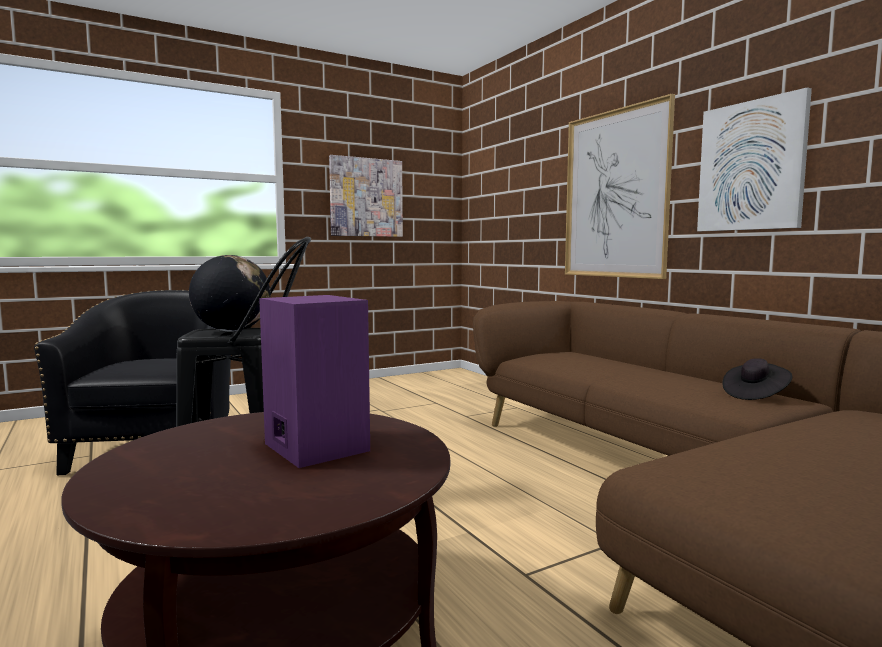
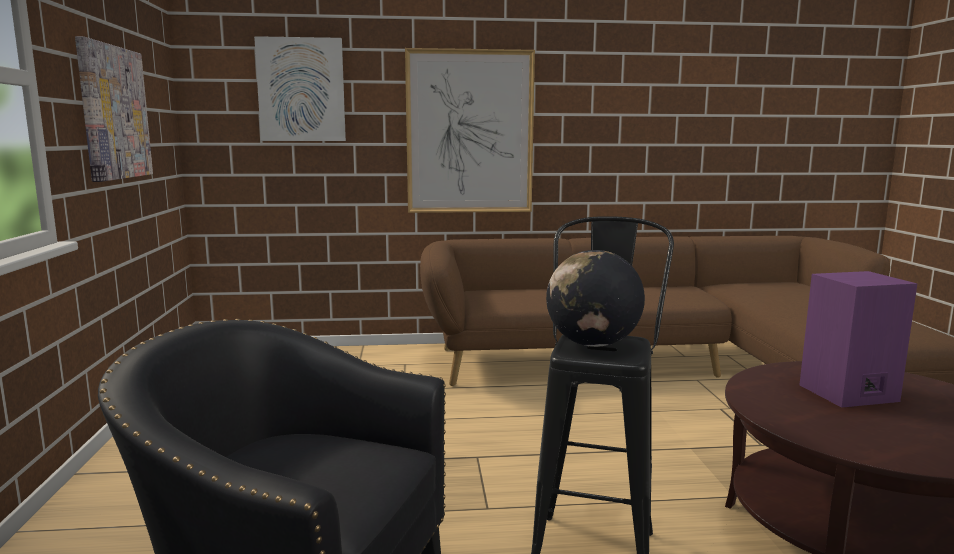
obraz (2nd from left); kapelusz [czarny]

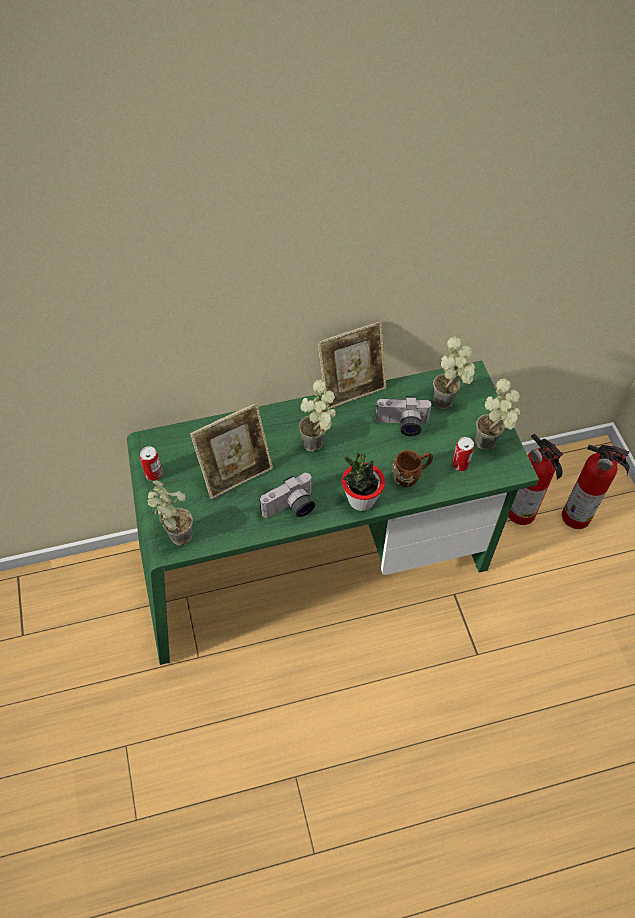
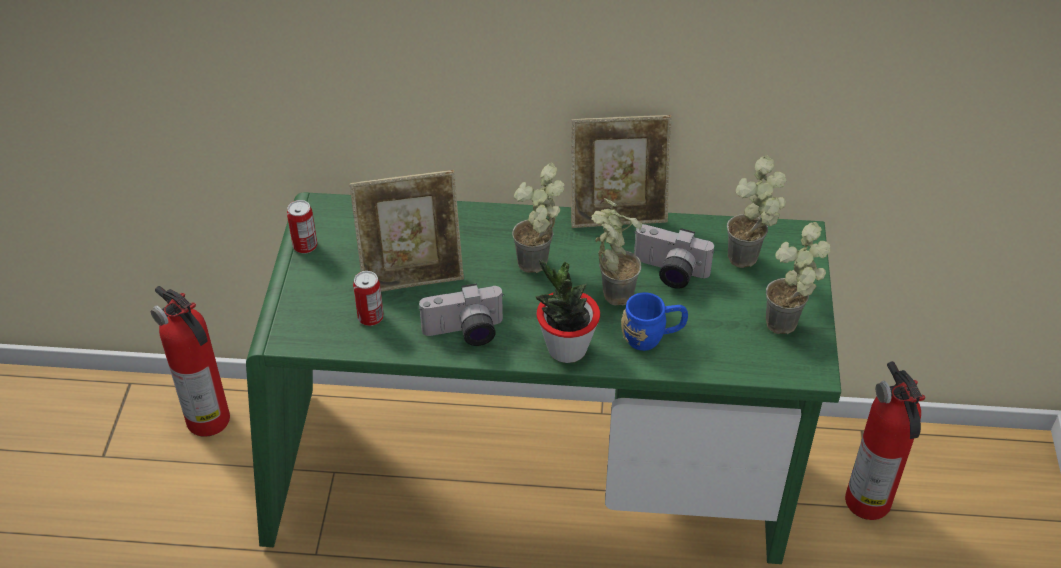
gaśnica (1st from left); puszka (2nd from left); roślina doniczkowa (3rd from left); kubek [niebieski]

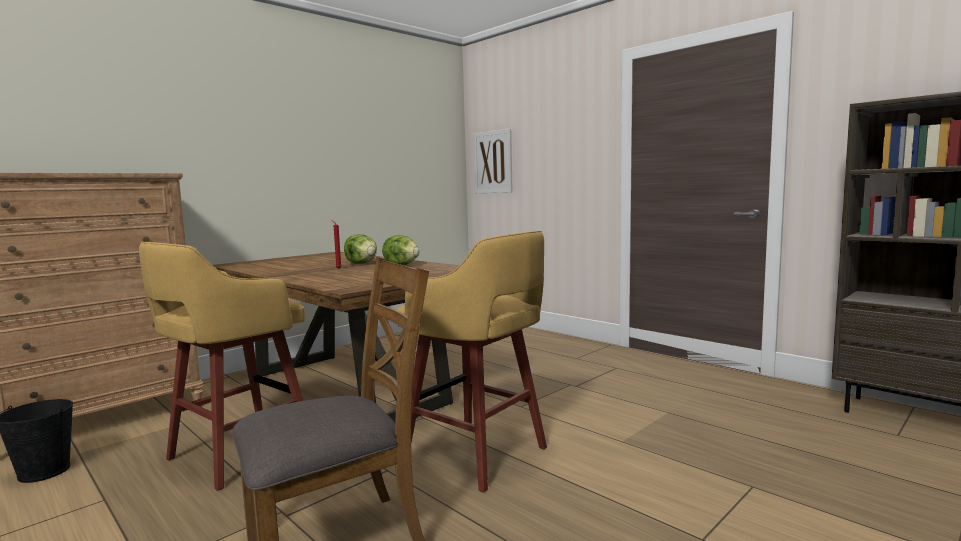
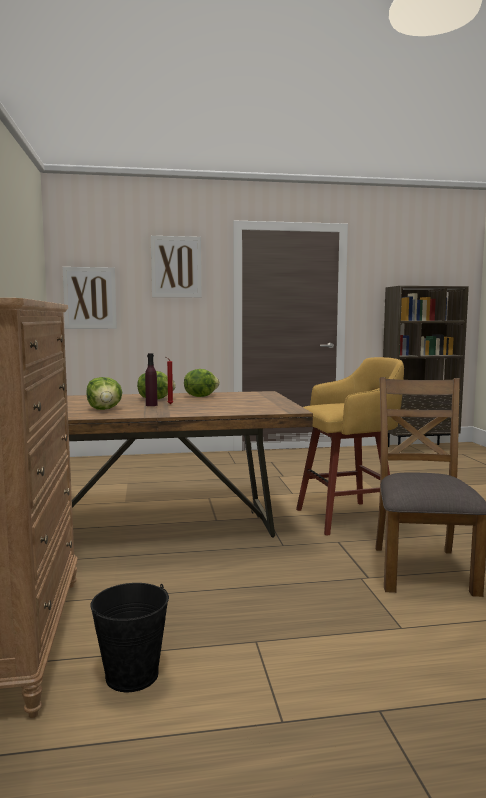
sałata (1st from left); butelka [fioletowy]; obraz (2nd from left); stołek [żółty] (1st from left in the first image)

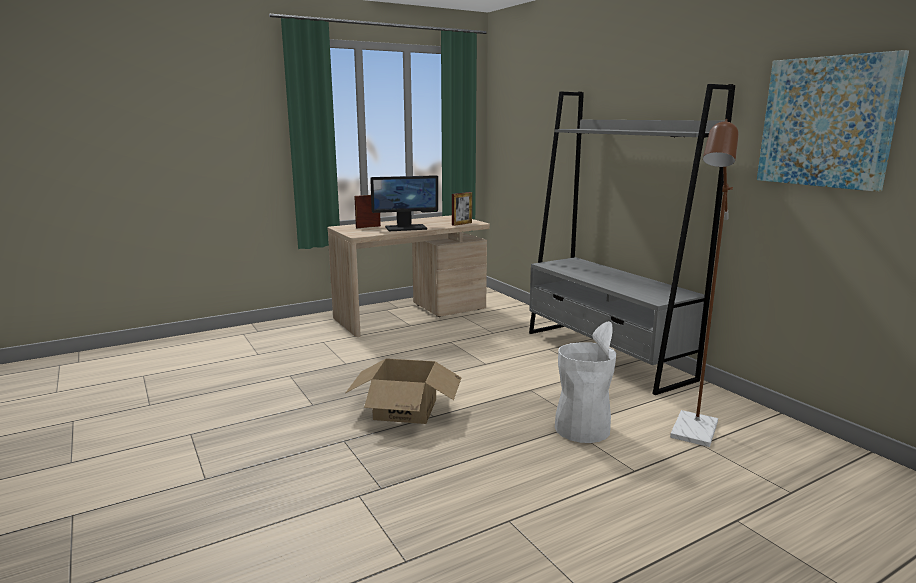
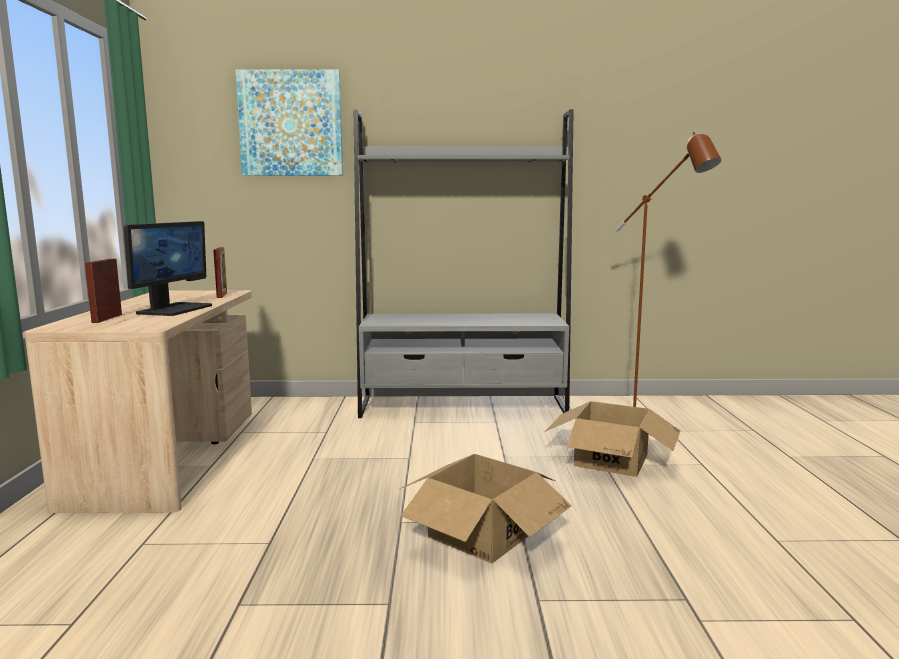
obraz; karton (2nd from left)

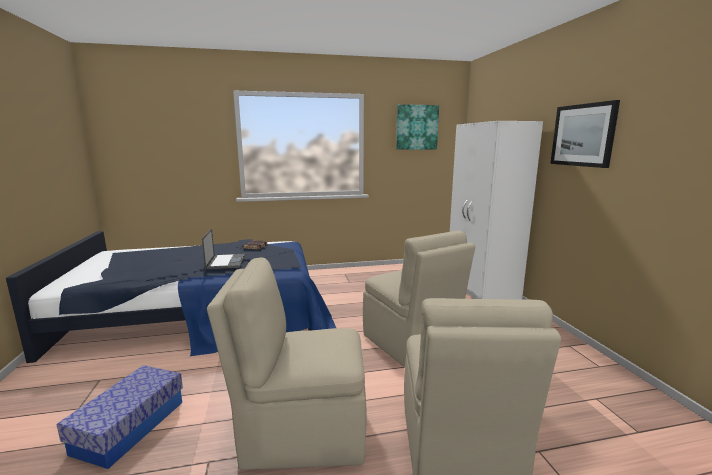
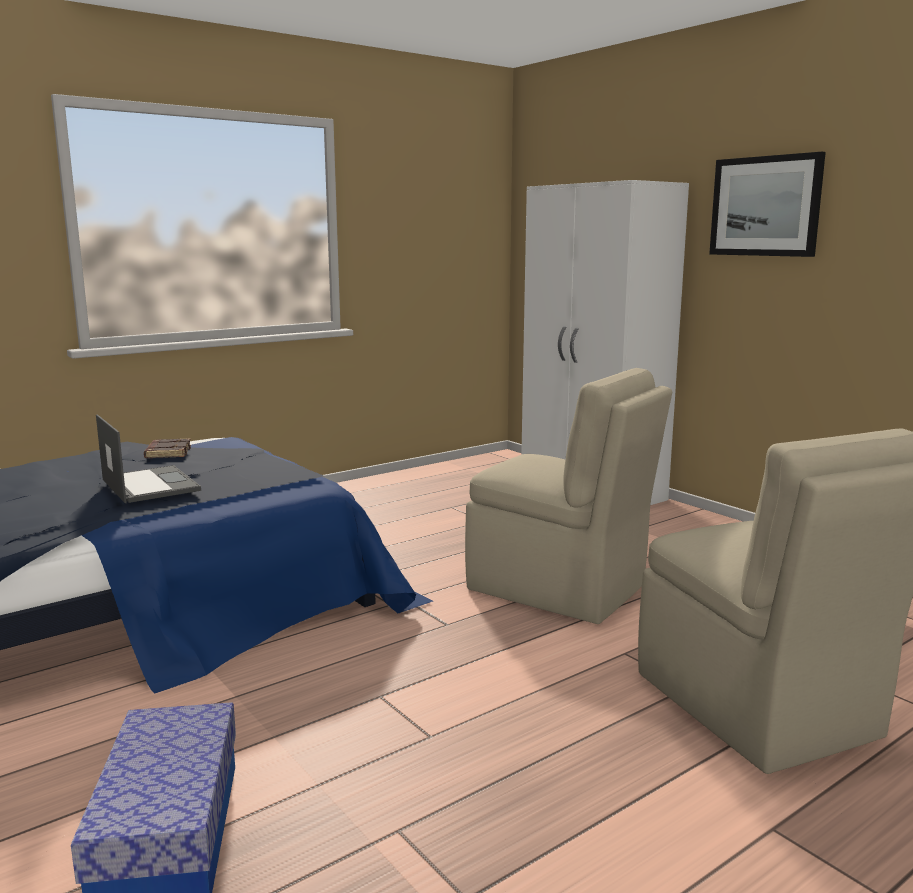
krzesło [beżowy] (1st from left in the first image); obraz (1st from left in the first image)

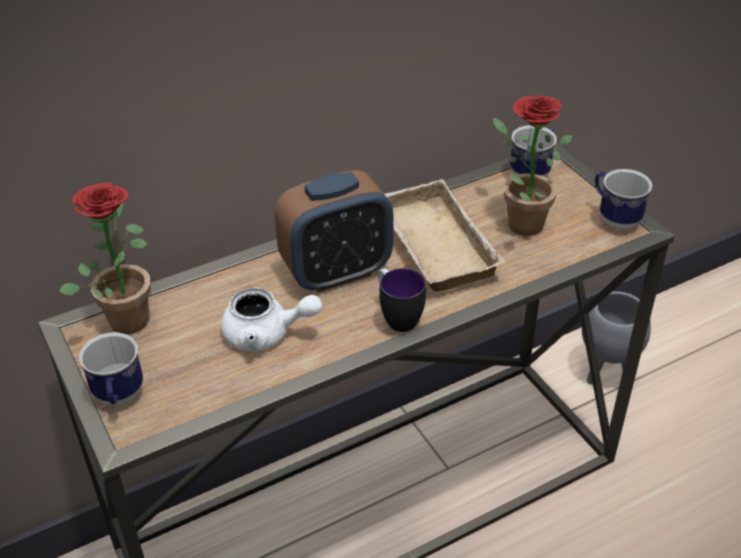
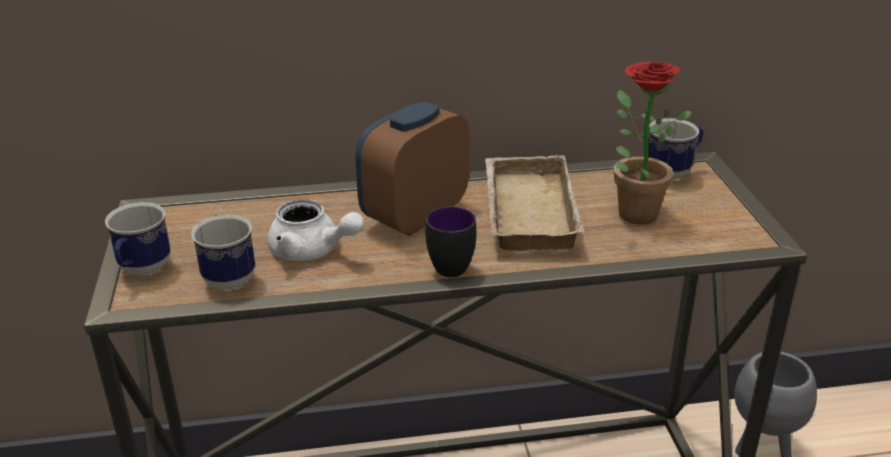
kubek (2nd from left); budzik; roślina doniczkowa (1st from left in the first image)

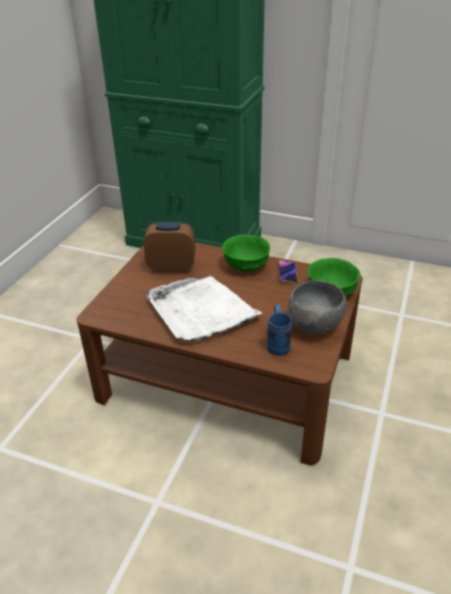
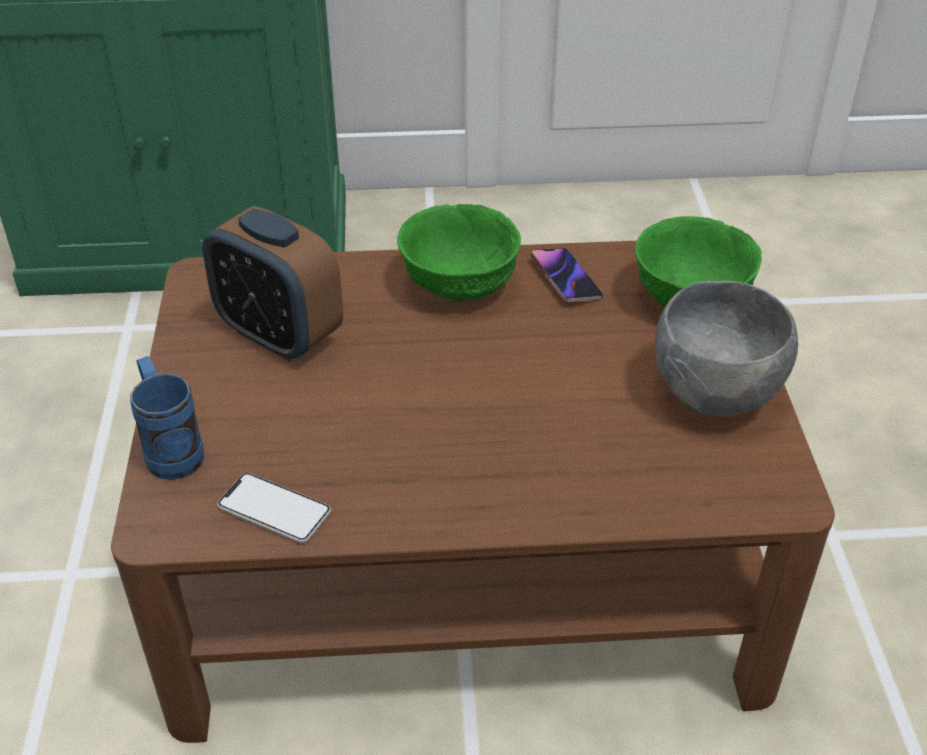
kubek [niebieski]; budzik; telefon (1st from left); taca [biały]

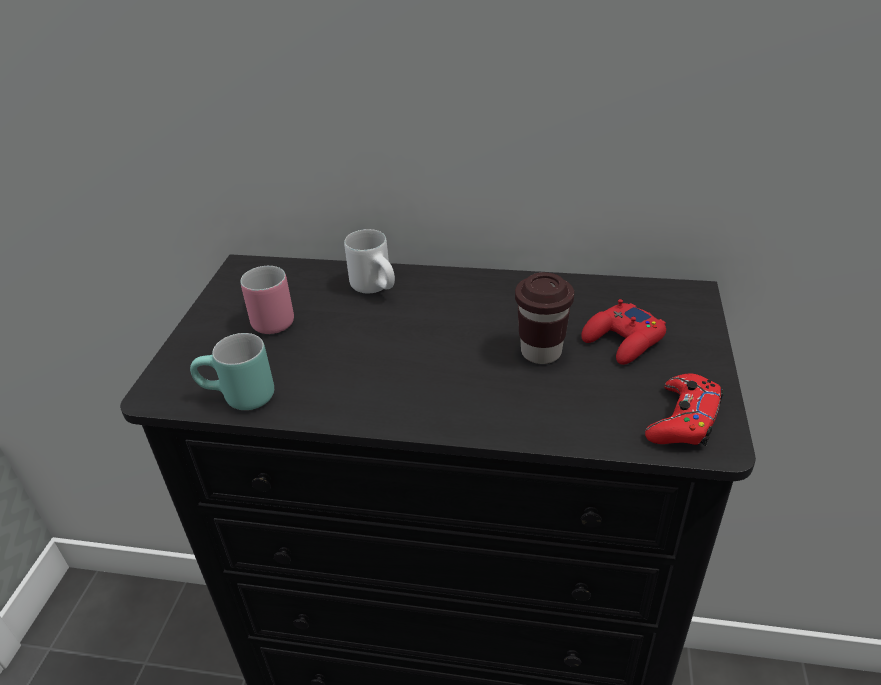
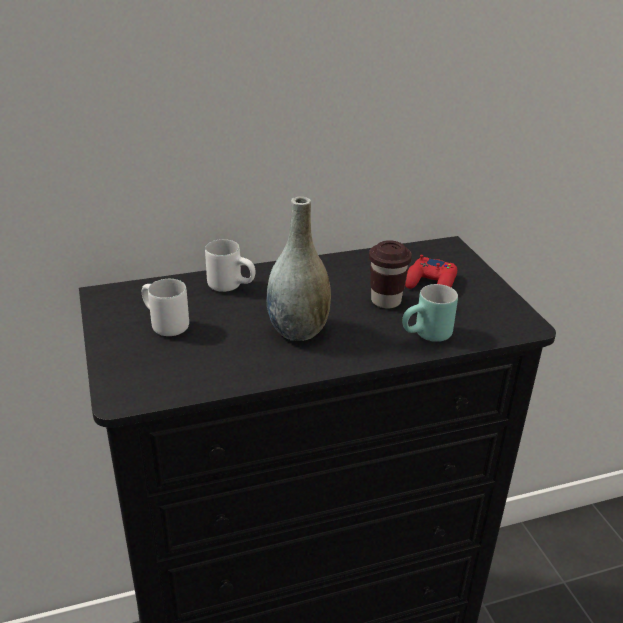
kubek [biały] (1st from left); wazon [szary]; kubek [turkusowy]; pad do gier [czerwony] (2nd from left in the first image)

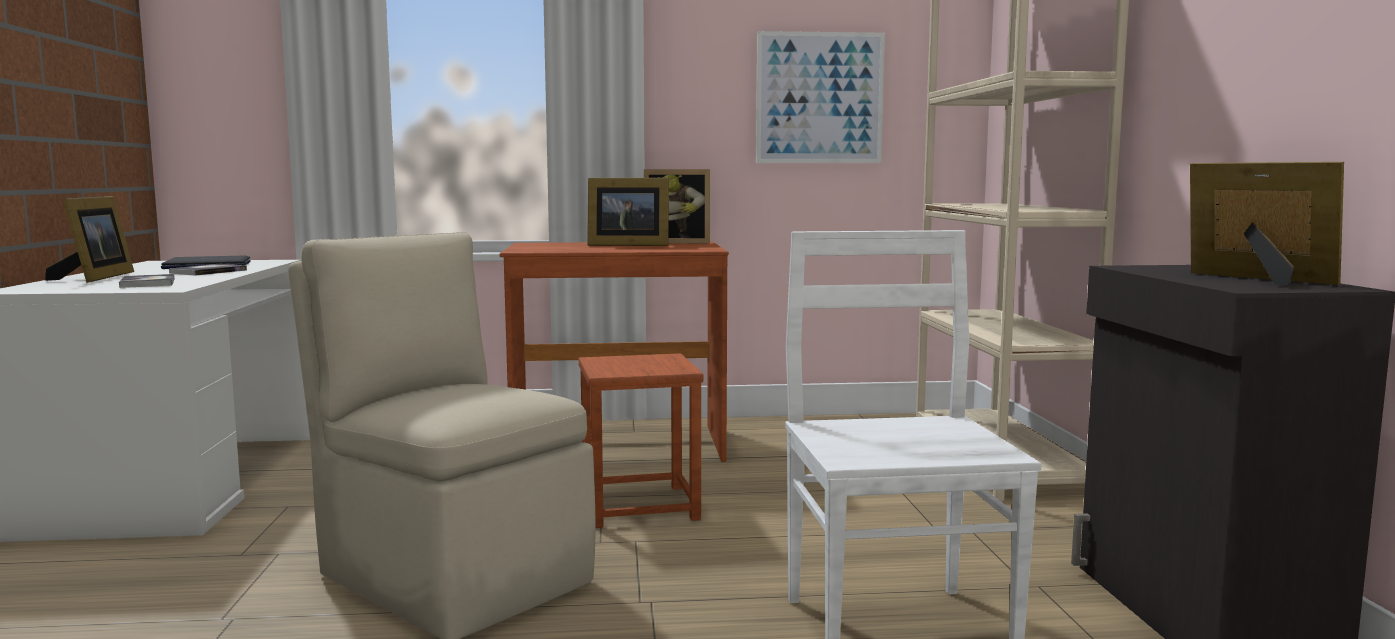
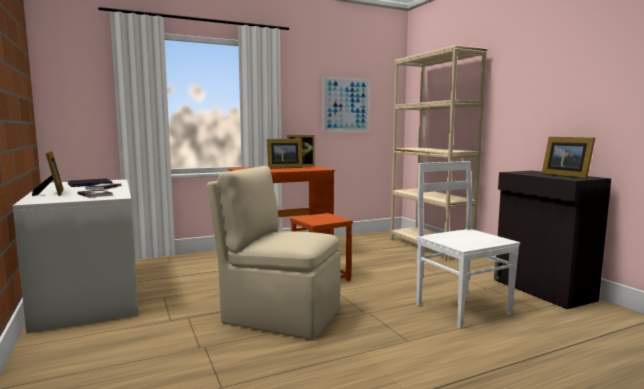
ramka na zdjęcie (4th from left)

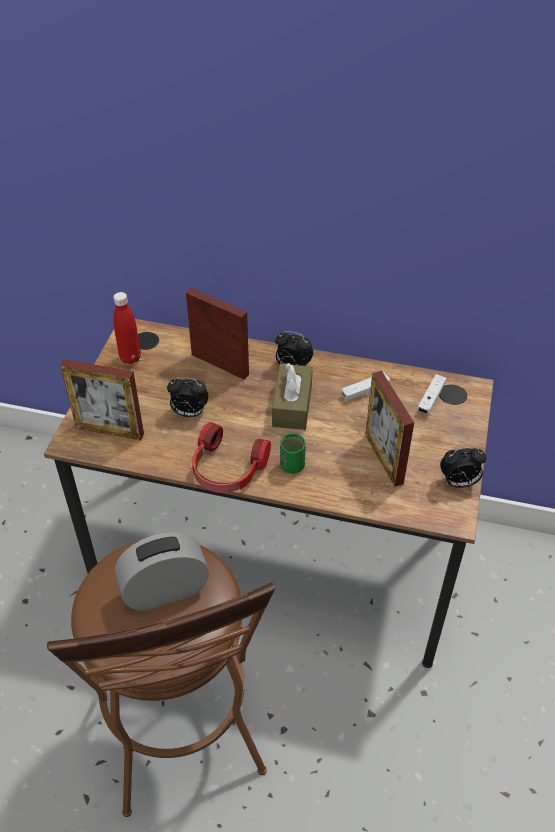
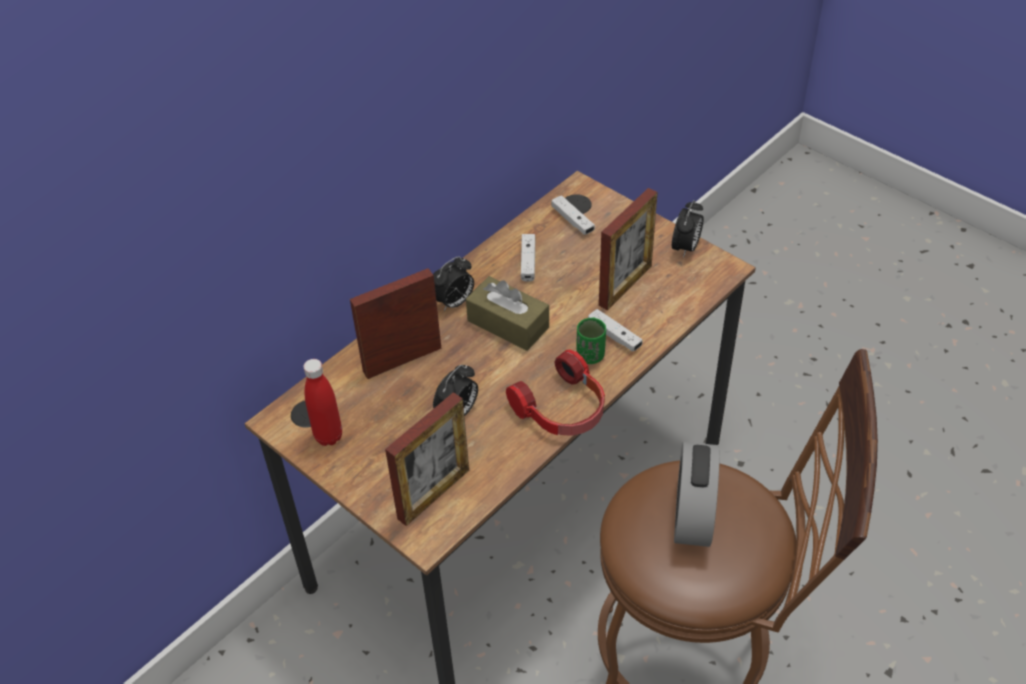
pad do gier [biały] (3rd from left); ramka na zdjęcie (3rd from left)

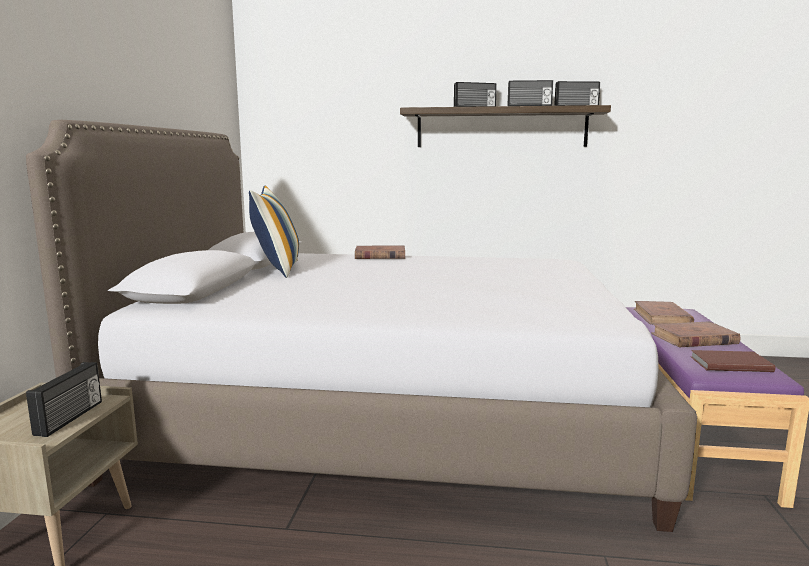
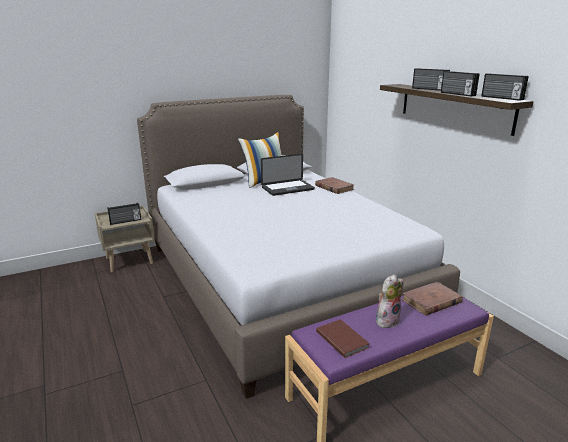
laptop; pluszak

